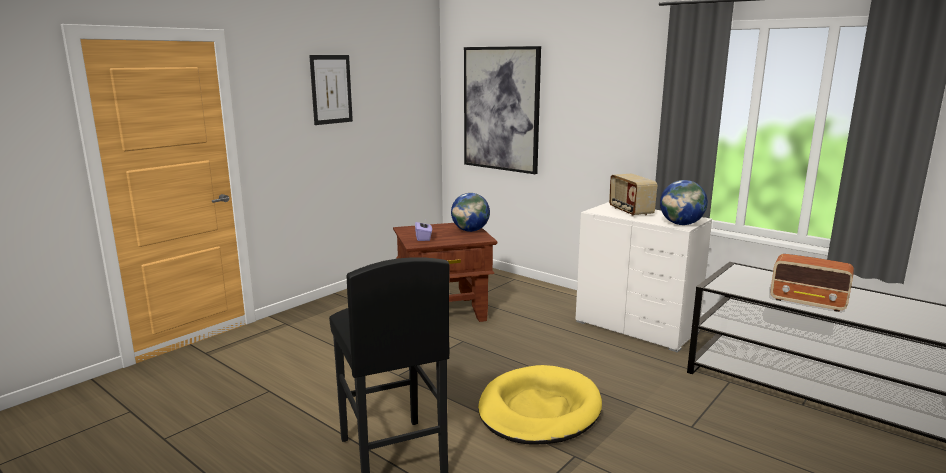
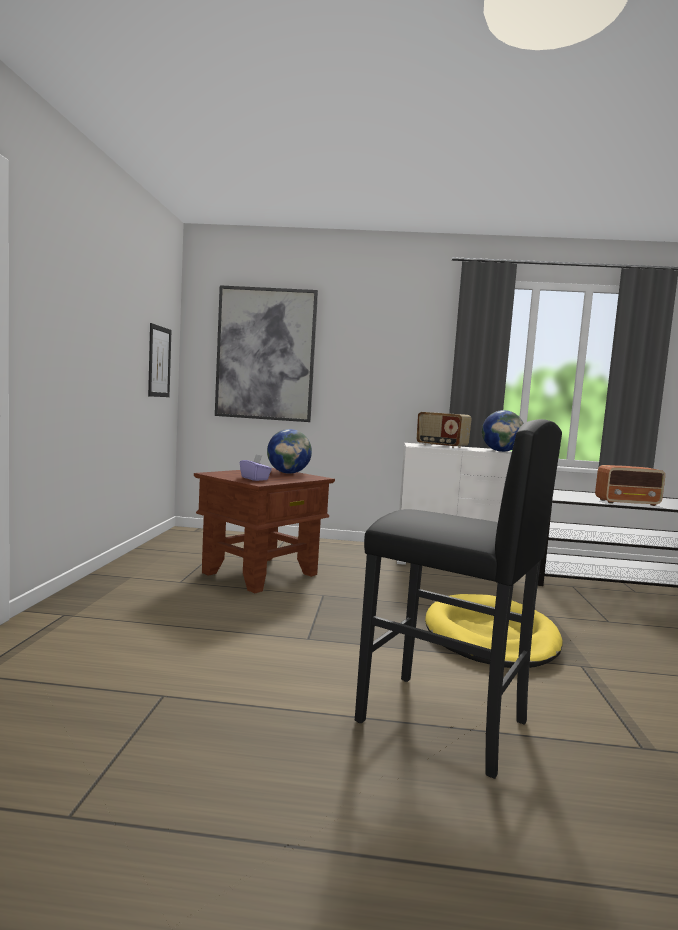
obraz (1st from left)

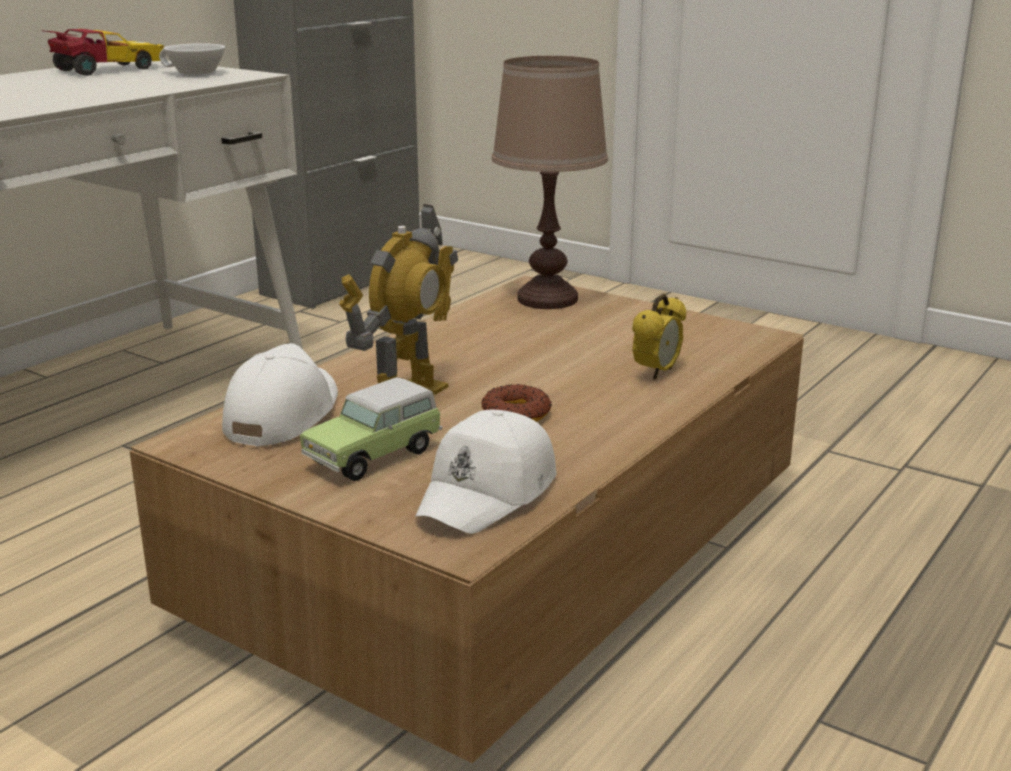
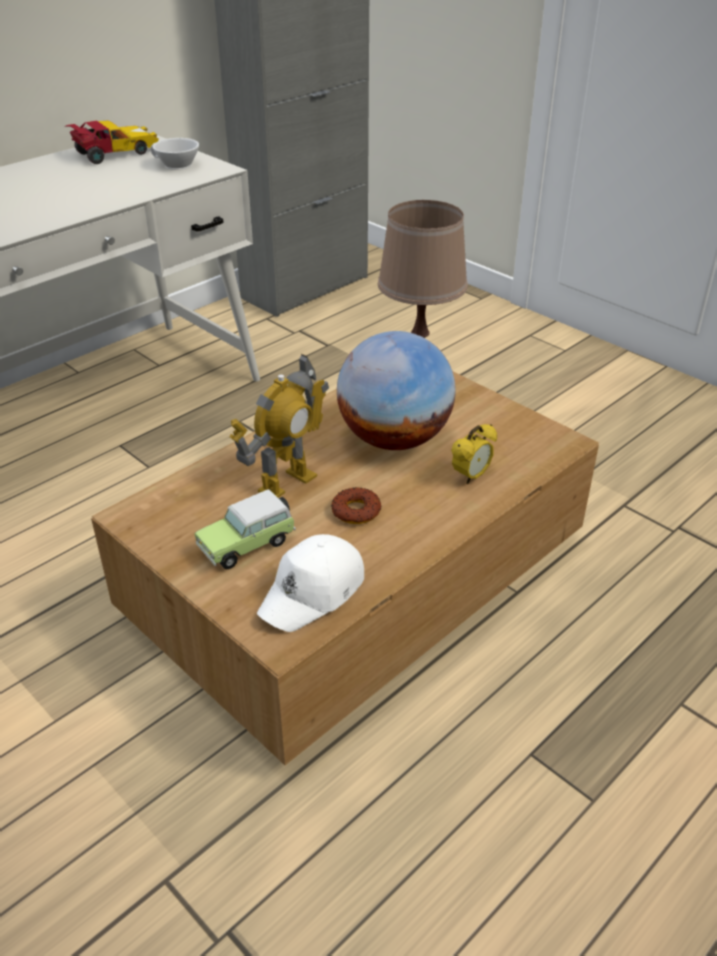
globus; czapka z daszkiem [biały] (1st from left in the first image)

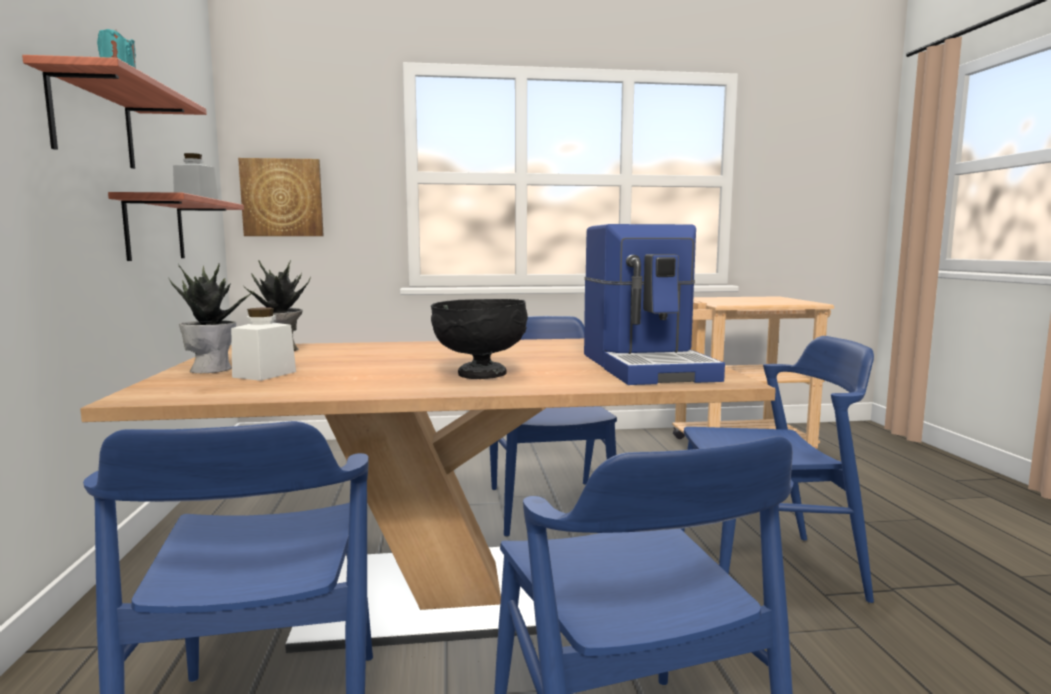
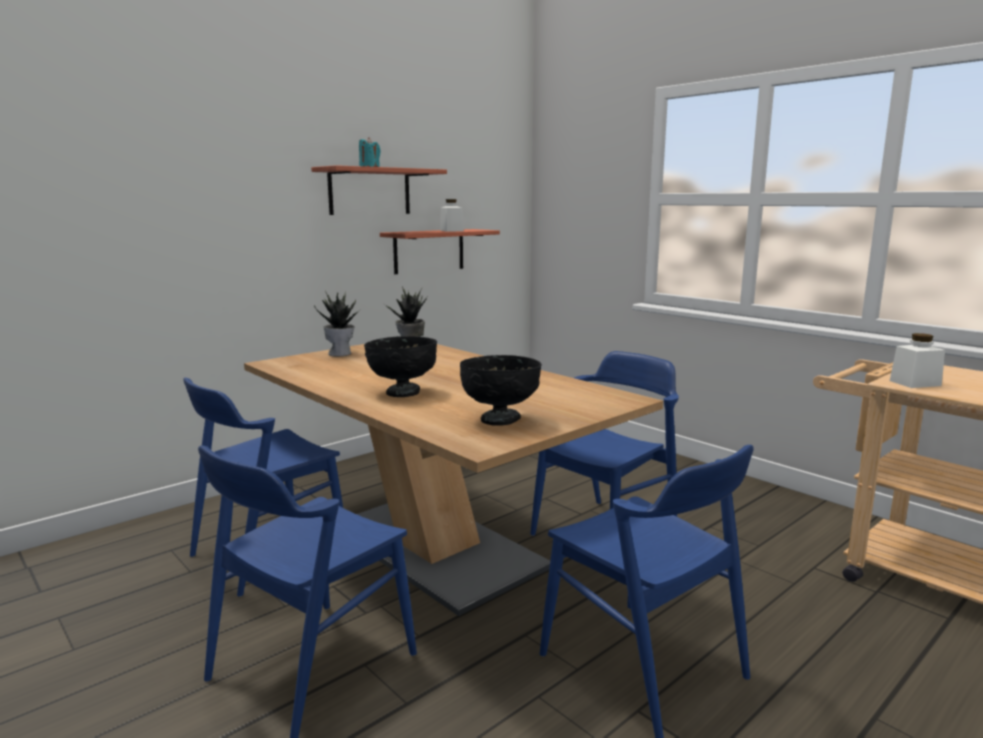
miska [czarny] (2nd from left); słoik [biały] (2nd from left); obraz

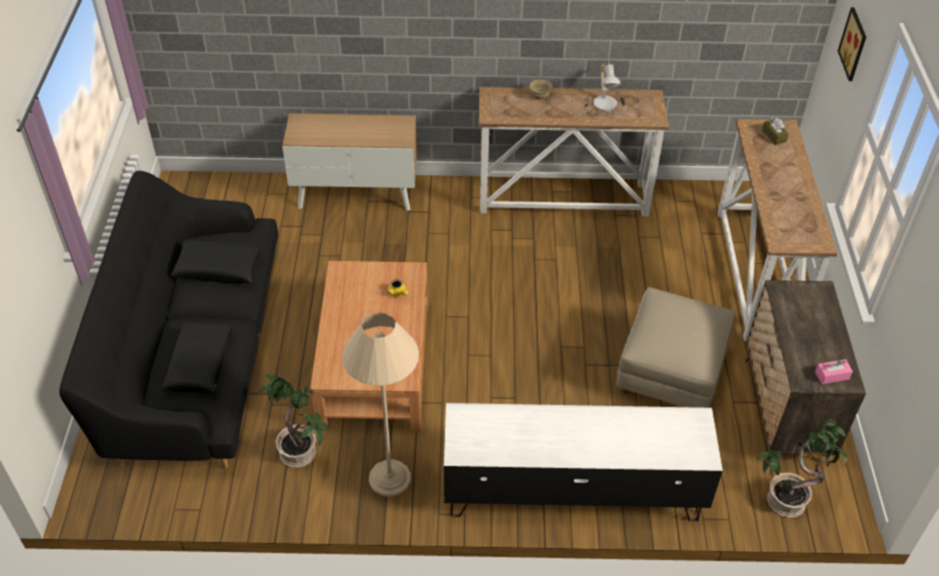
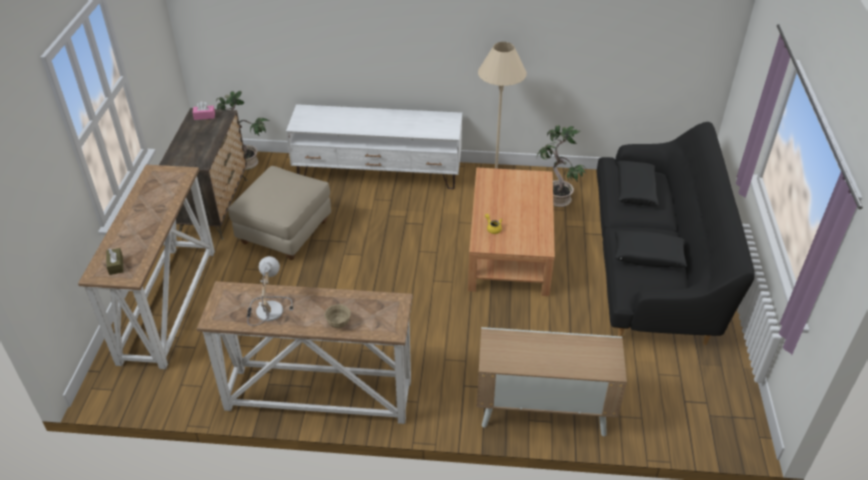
obraz

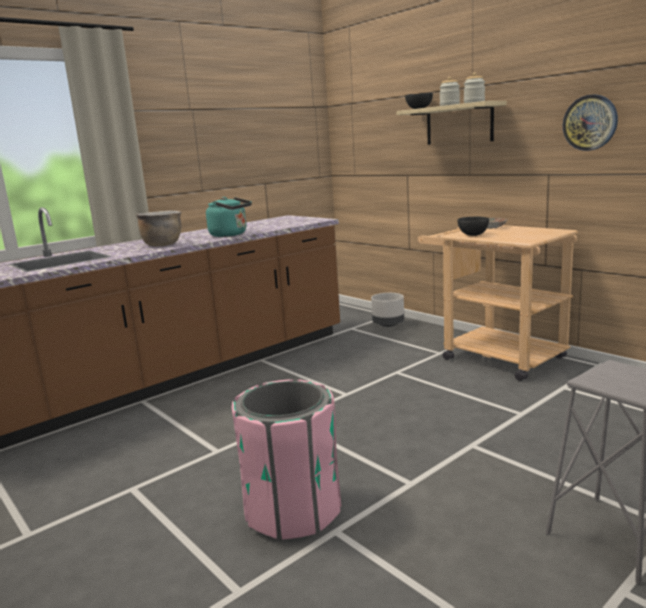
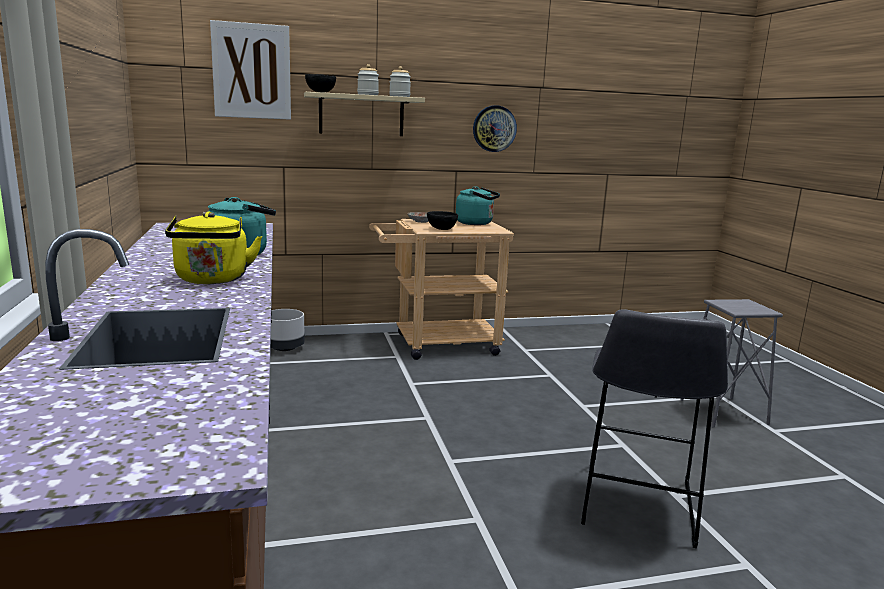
czajnik [żółty]; obraz; czajnik [turkusowy] (2nd from left); stołek [szary] (1st from left)

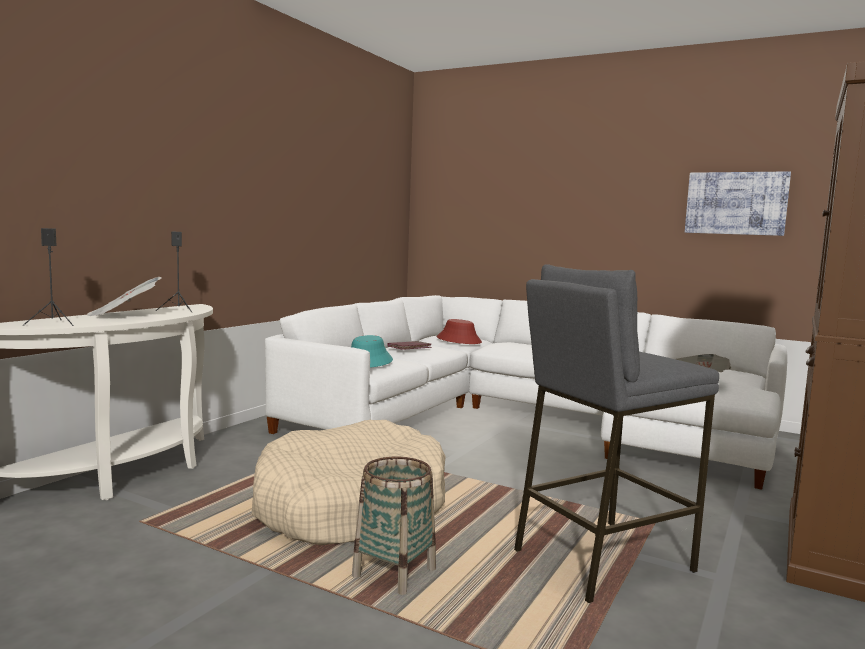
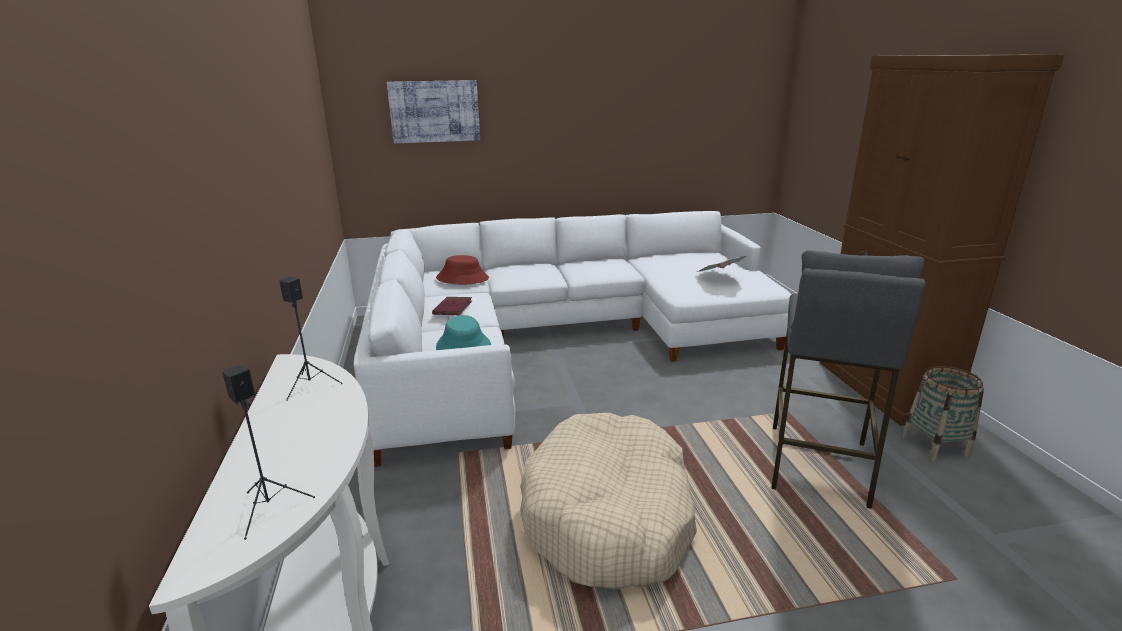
obraz; koszyk; gazeta (1st from left in the first image)

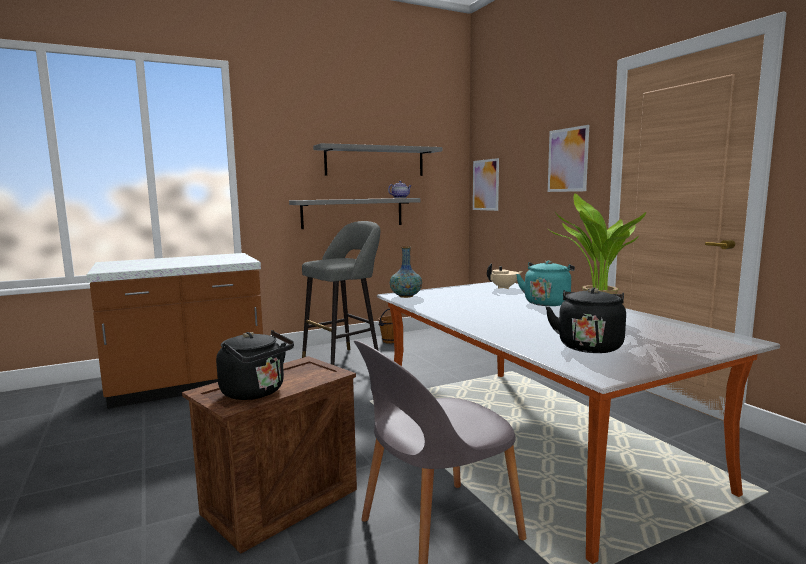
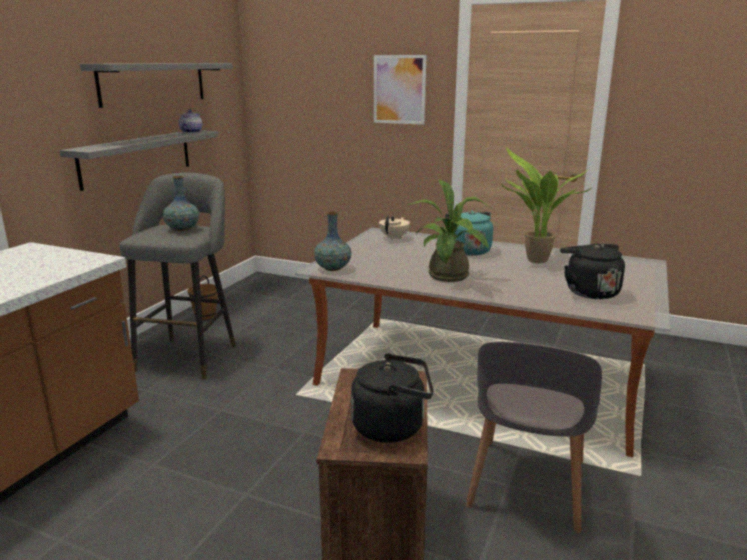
wazon (1st from left); roślina doniczkowa (1st from left); obraz (1st from left in the first image)

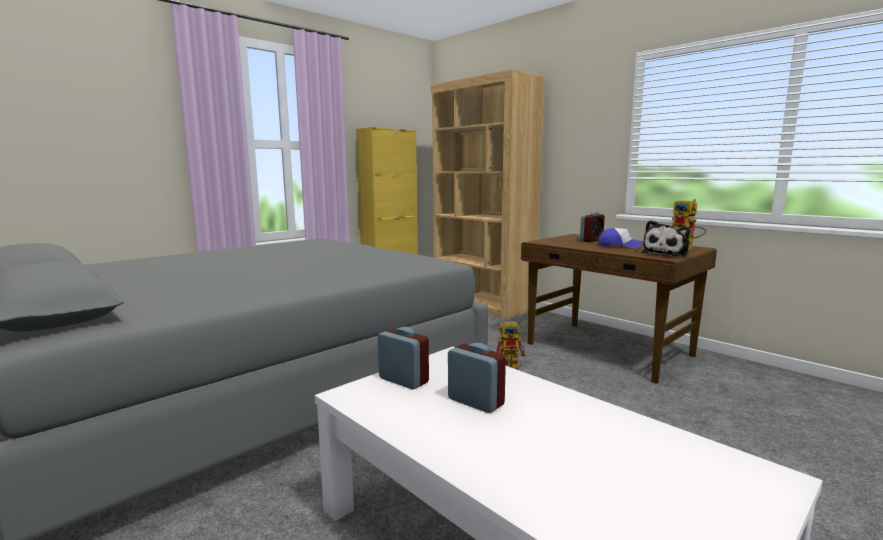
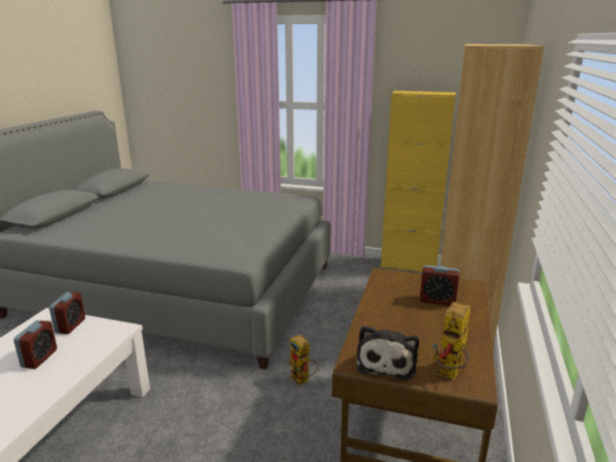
pluszak; czapka z daszkiem

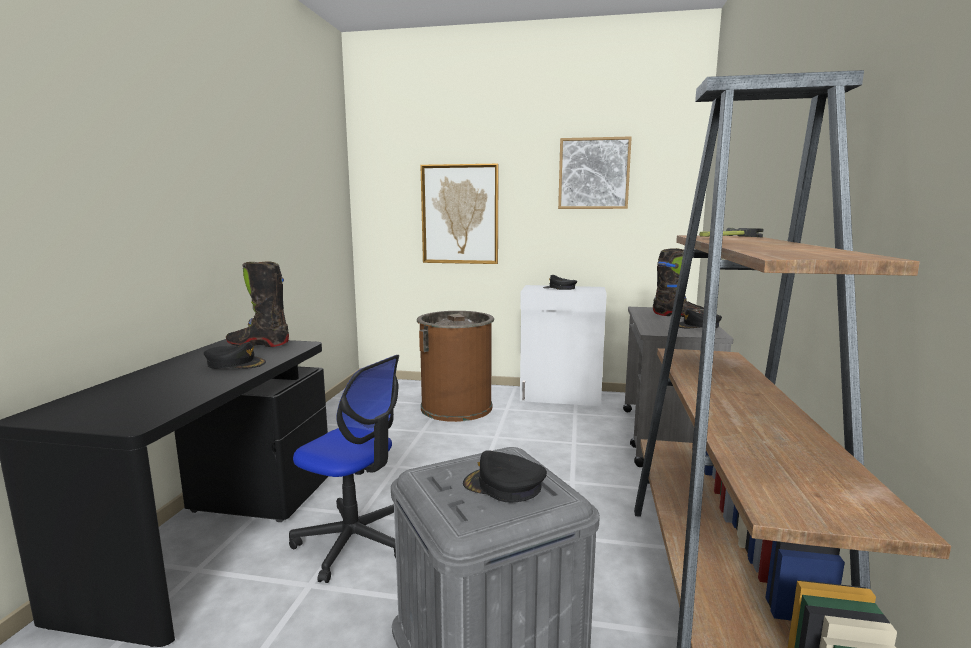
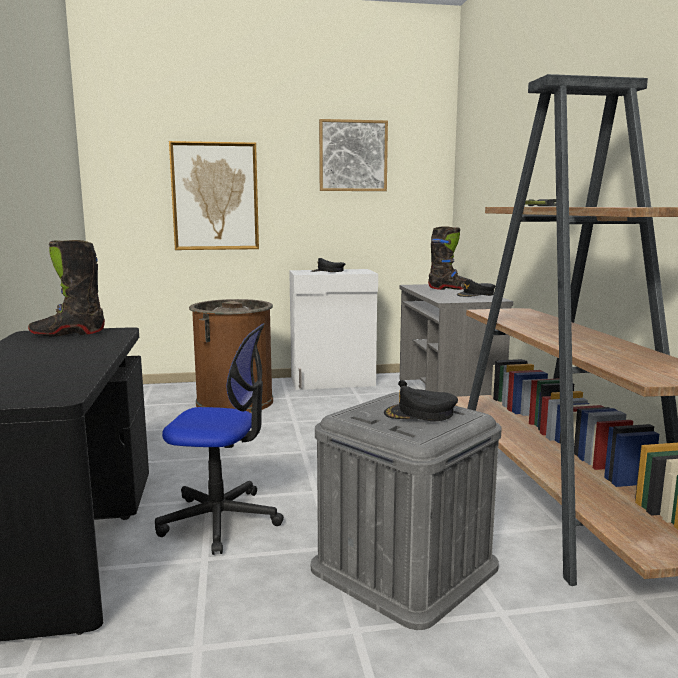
czapka z daszkiem [czarny] (1st from left in the first image)

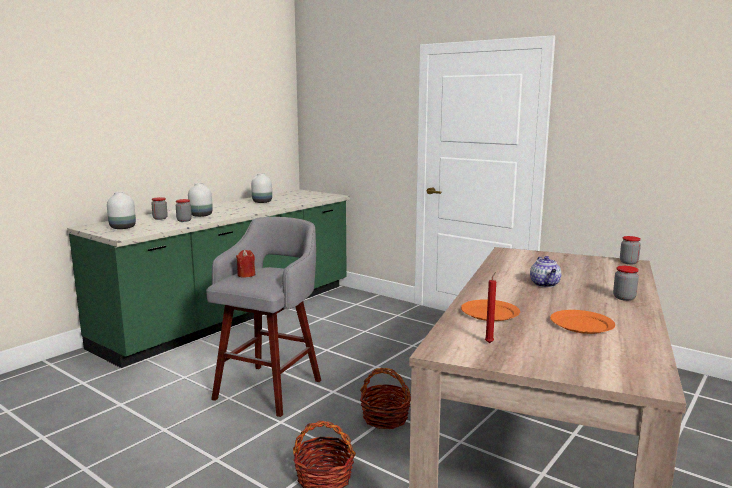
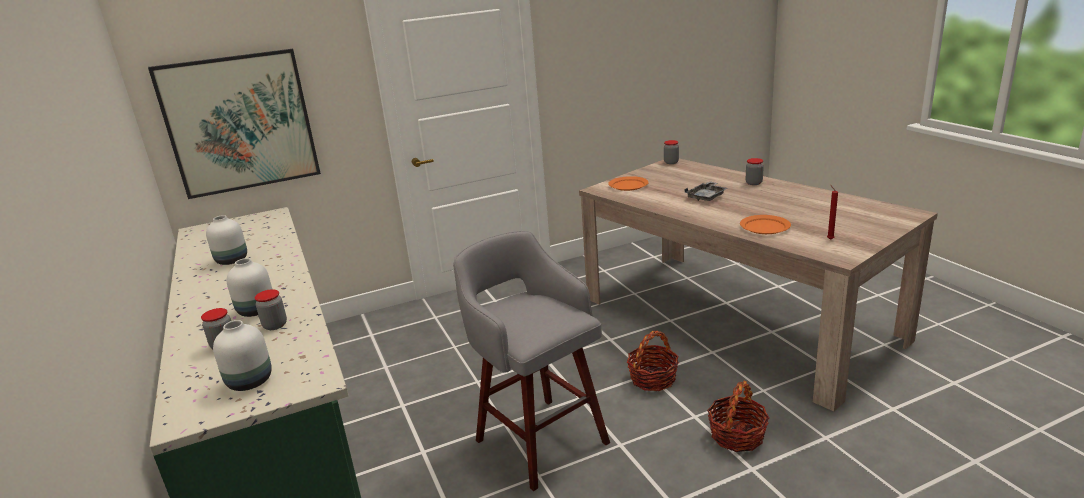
obraz; talerz [pomarańczowy] (1st from left); taca [szary]; świeca [czerwony] (1st from left in the first image)

